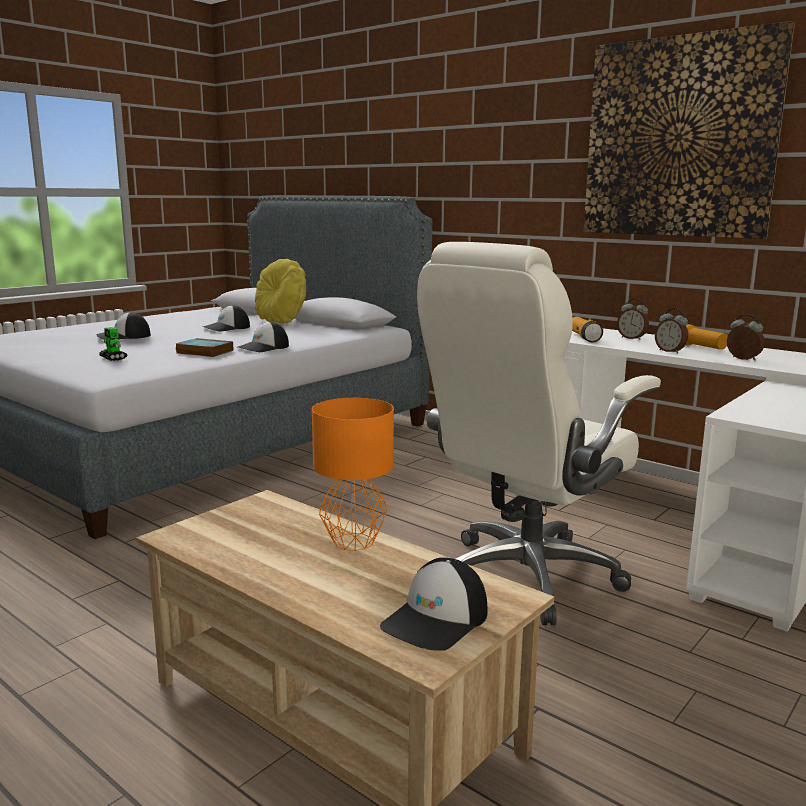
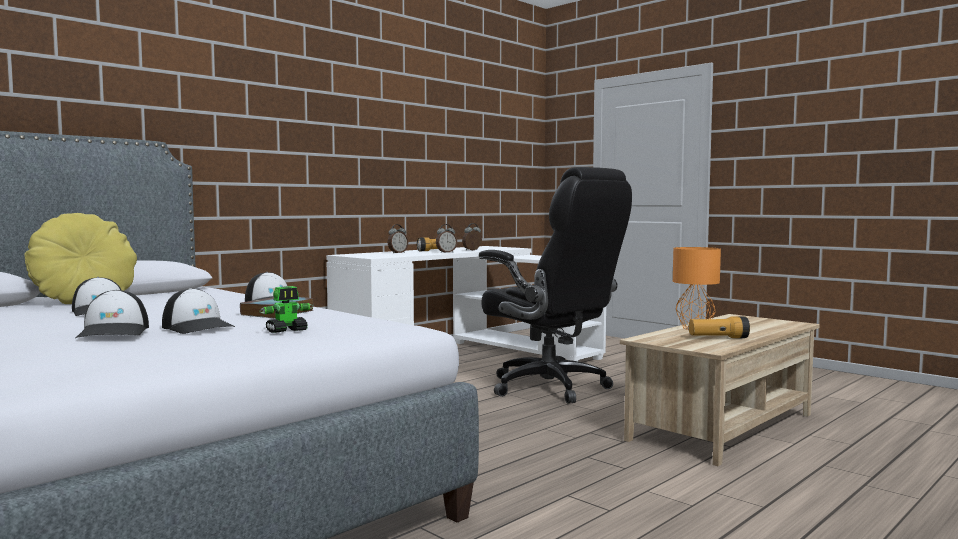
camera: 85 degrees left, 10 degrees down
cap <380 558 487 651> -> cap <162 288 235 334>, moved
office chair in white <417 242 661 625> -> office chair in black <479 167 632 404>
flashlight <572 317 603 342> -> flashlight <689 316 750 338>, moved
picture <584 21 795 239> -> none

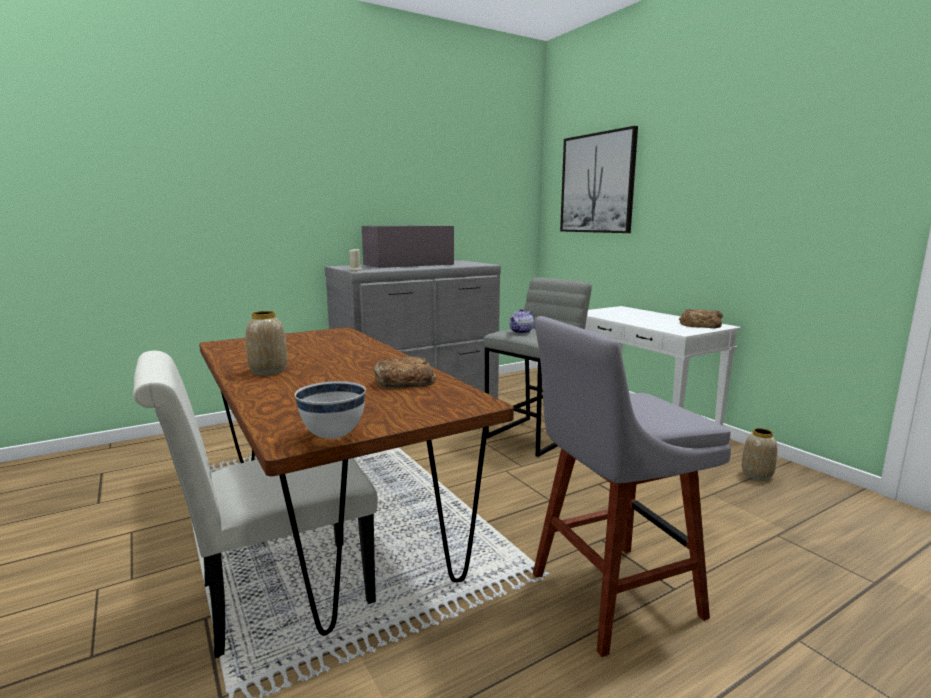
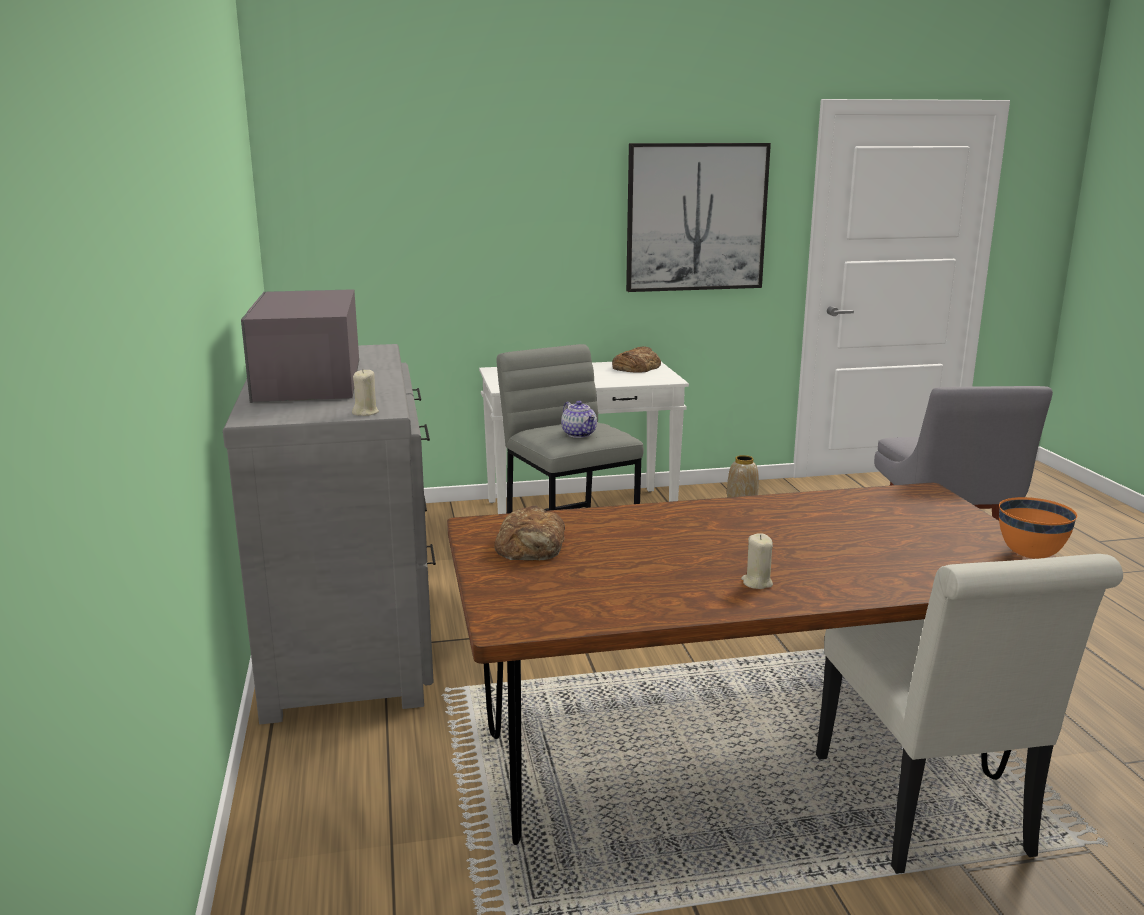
camera: 70 degrees left, 5 degrees up
bread <374 357 436 389> -> bread <494 505 565 560>, moved
picture <560 126 638 233> -> picture <626 143 771 292>, moved
vase <246 311 287 375> -> candle in beige <741 533 773 589>
bowl in white <295 381 366 439> -> bowl in orange <999 497 1077 559>

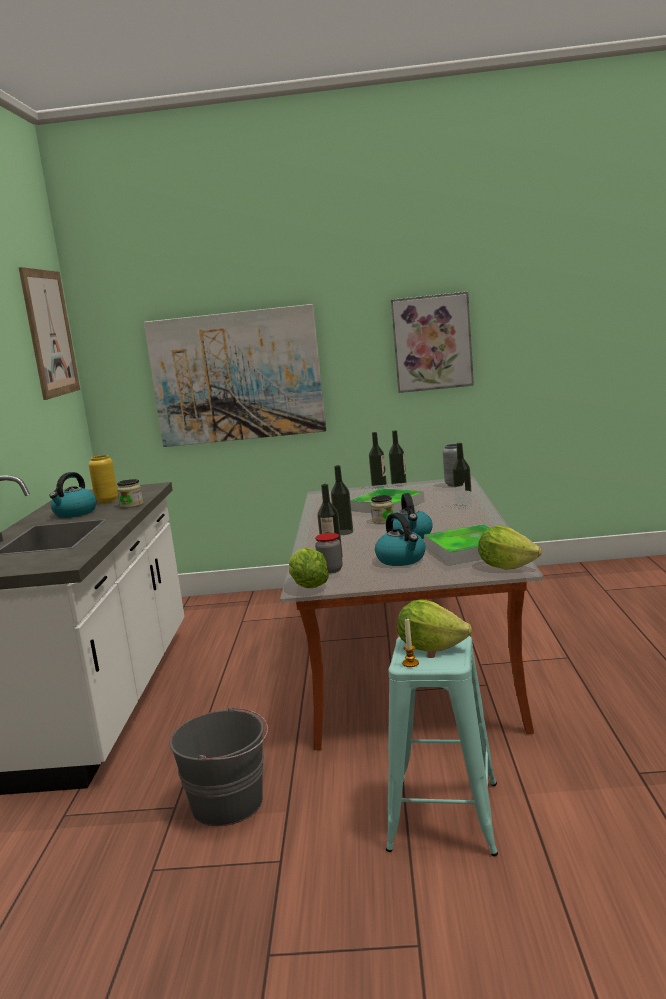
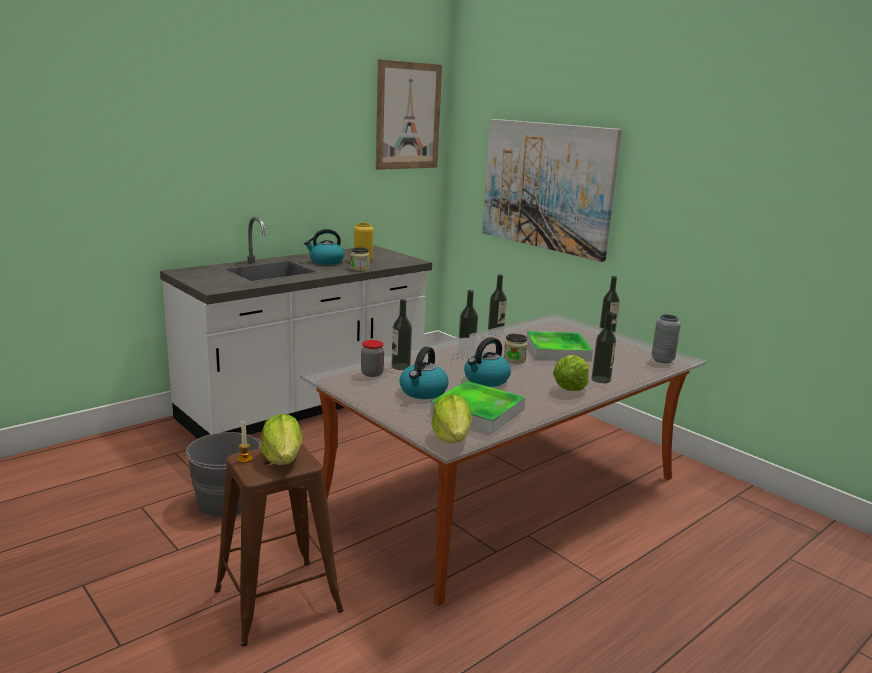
camera: 45 degrees right, 5 degrees up
stool in turquoise <386 636 498 856> -> stool in brown <215 444 343 646>
bottle <389 430 407 488> -> bottle <488 275 507 336>, moved
lettuce <289 548 329 588> -> lettuce <553 355 589 391>, moved
picture <391 291 474 393> -> none

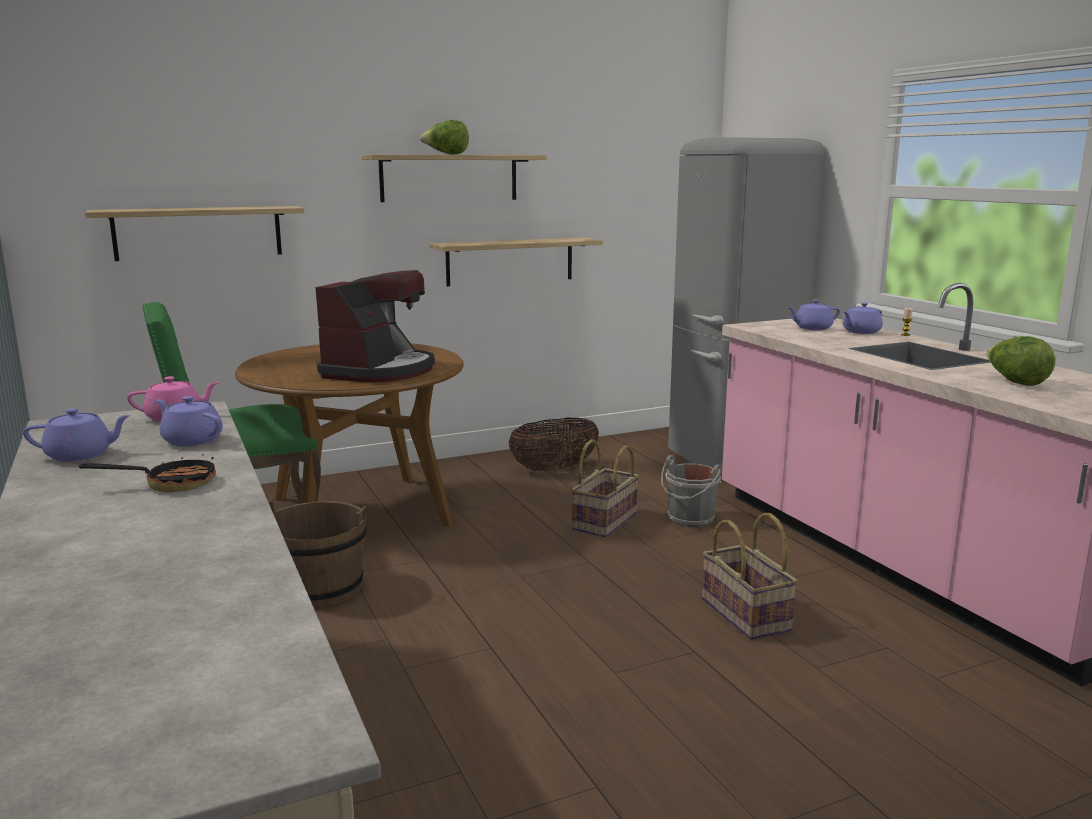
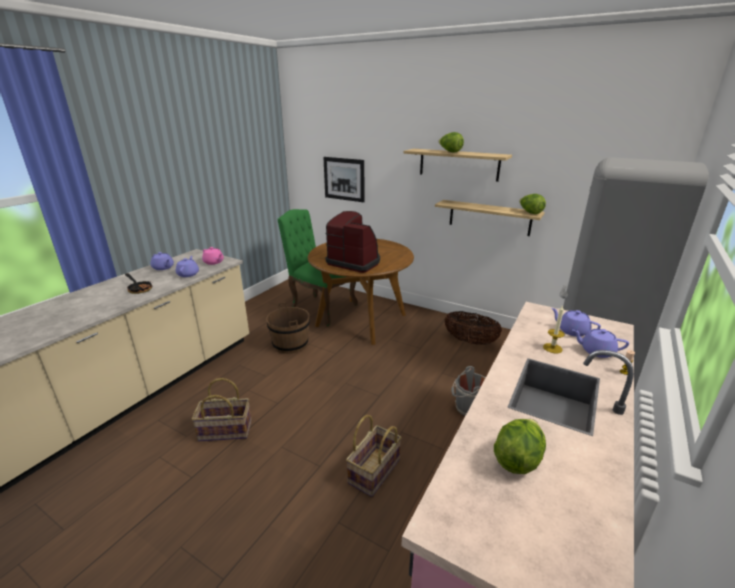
camera: 55 degrees right, 10 degrees up
basket <571 439 639 537> -> basket <191 378 252 441>, moved
shelf <85 206 304 261> -> picture <323 157 364 202>
coffee machine <315 270 435 382> -> coffee machine <326 211 380 273>, 135 degrees counterclockwise
none -> lettuce <519 194 546 214>
none -> candle <543 305 565 353>

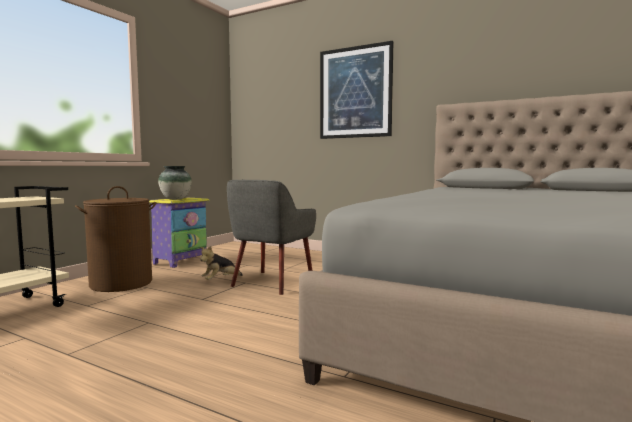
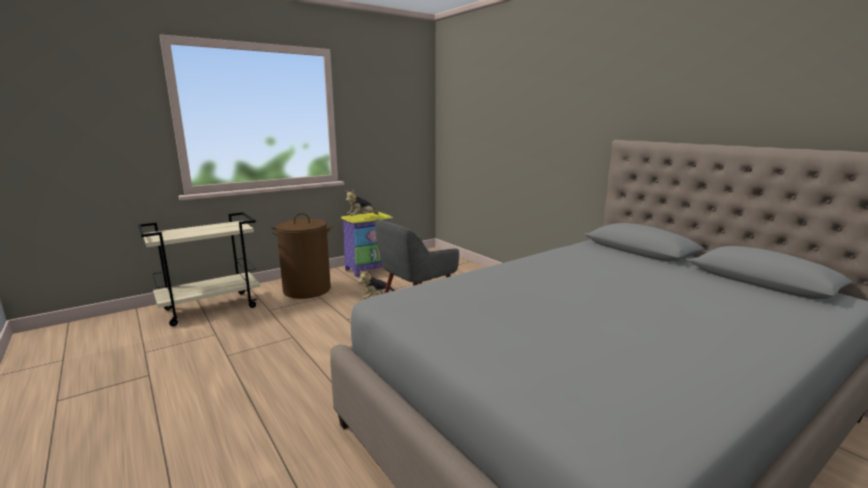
camera: 25 degrees right, 10 degrees up
vase <158 166 192 200> -> plush toy <345 190 378 216>
picture <320 41 393 139> -> none

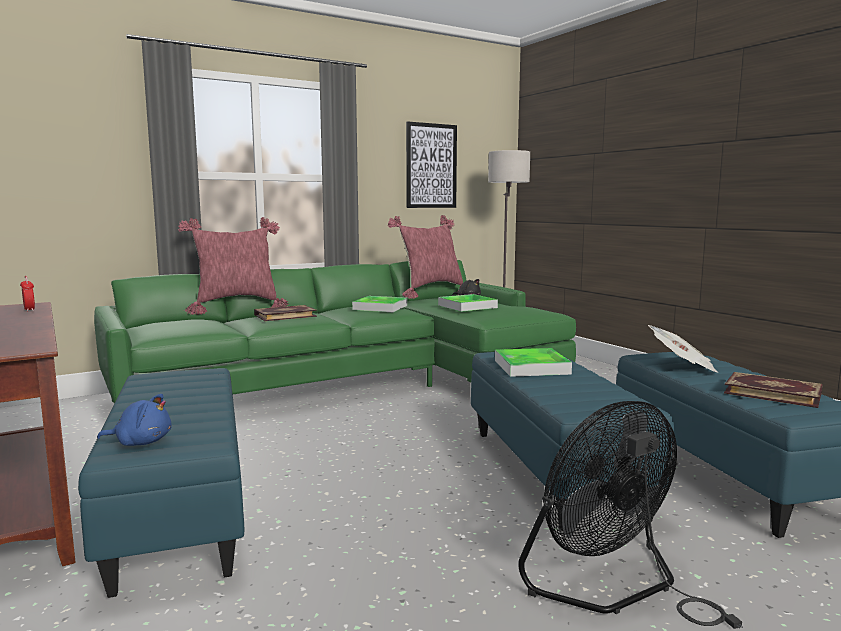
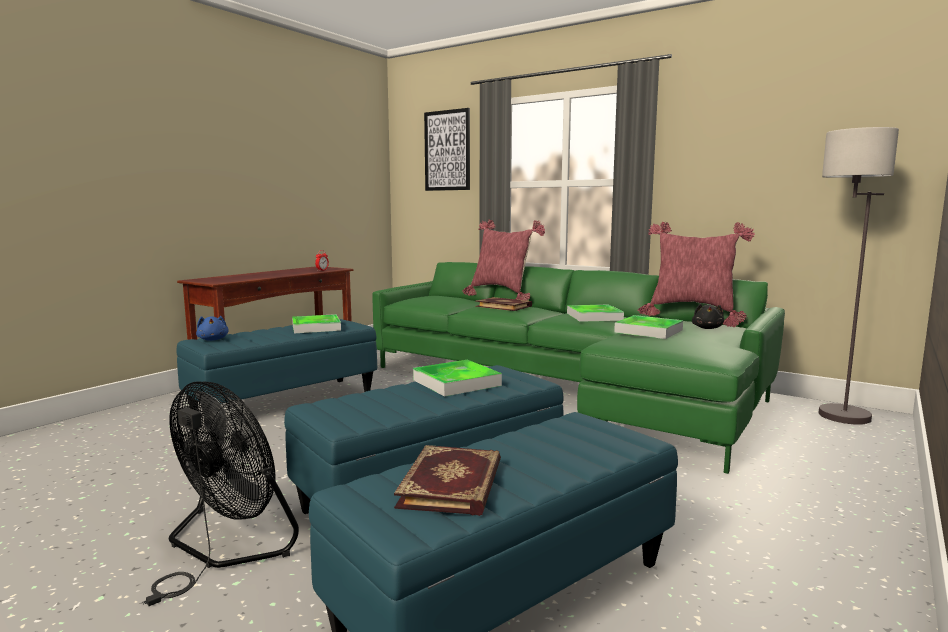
camera: 65 degrees right, 0 degrees up
none -> tray <292 314 341 333>
picture <406 121 457 208> -> picture <424 108 470 191>, moved
newspaper <648 325 718 373> -> none

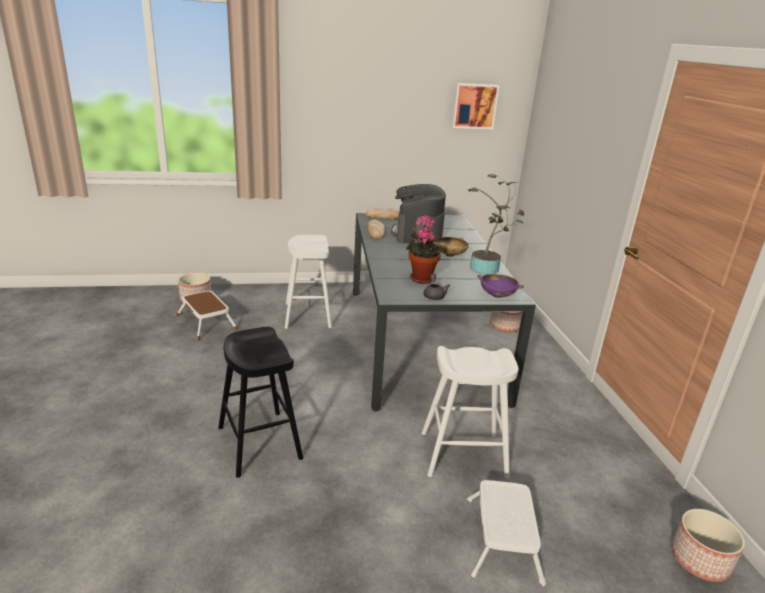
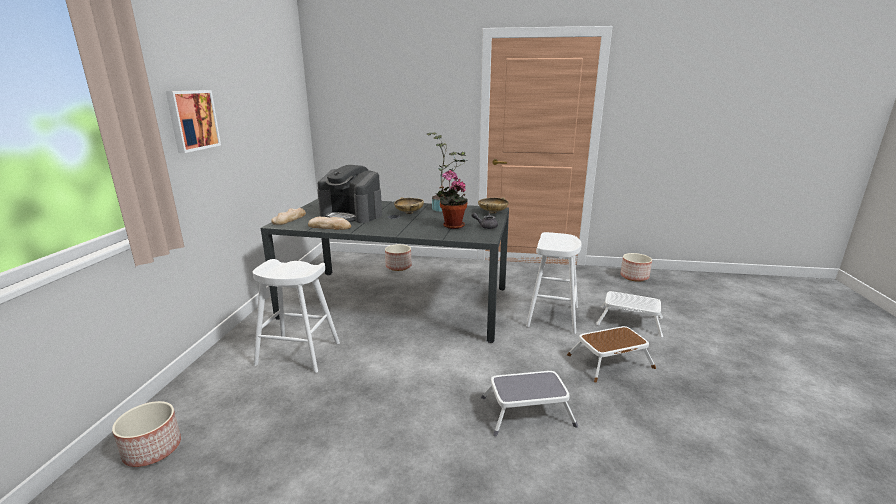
camera: 70 degrees left, 5 degrees down
picture <452 83 499 129> -> picture <166 90 221 153>, moved
bowl in purple <477 274 524 298> -> bowl in beige <478 197 508 214>
stool in black <218 327 303 478> -> step ladder in grey <481 371 578 437>
step ladder in brown <177 291 238 340> -> step ladder in brown <567 326 656 383>, moved

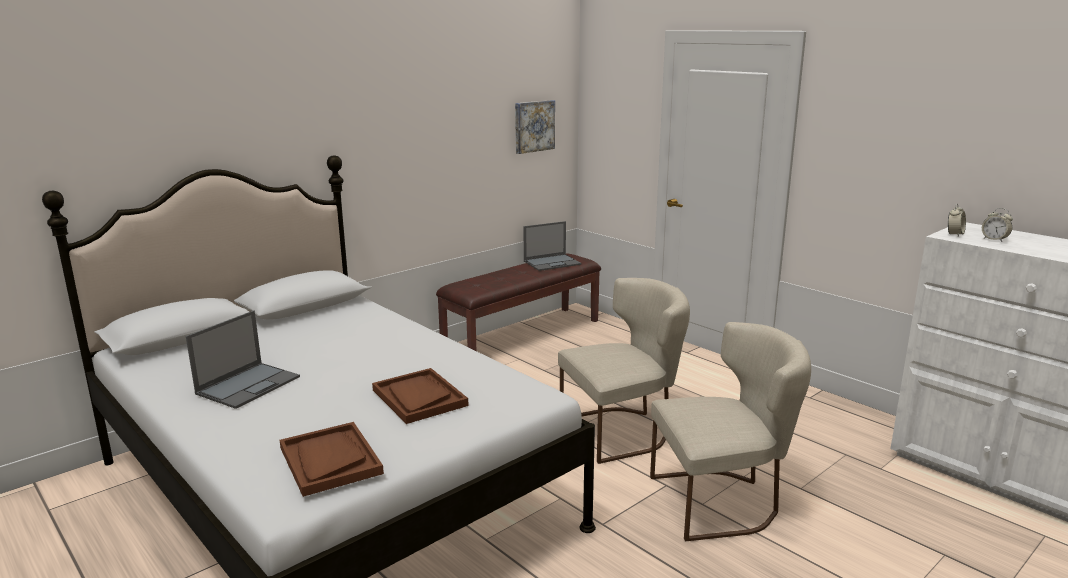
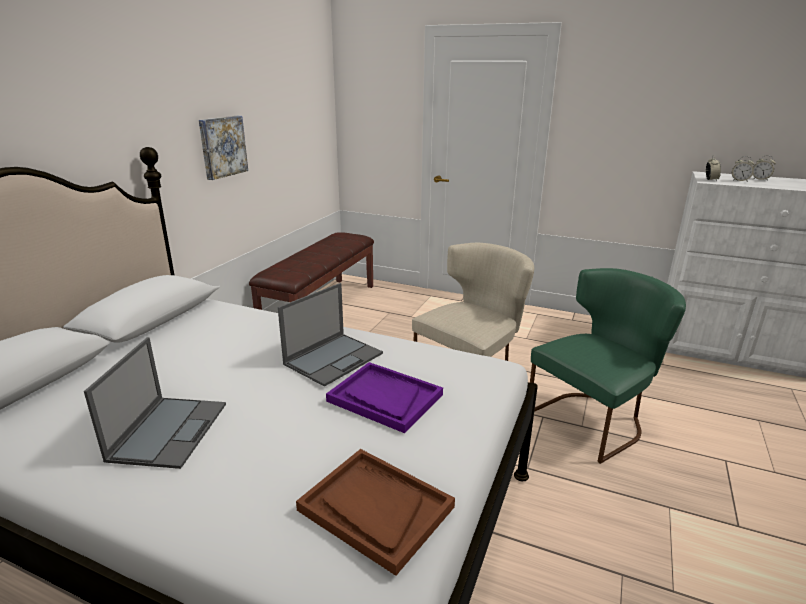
camera: 25 degrees left, 5 degrees up
picture <515 100 555 154> -> picture <199 116 248 180>, moved
laptop <523 221 581 271> -> laptop <278 283 383 387>, moved
tray in brown <372 368 469 424> -> tray in purple <326 362 443 433>
chair in beige <650 322 811 541> -> chair in green <530 268 686 464>
none -> alarm clock <753 155 776 181>

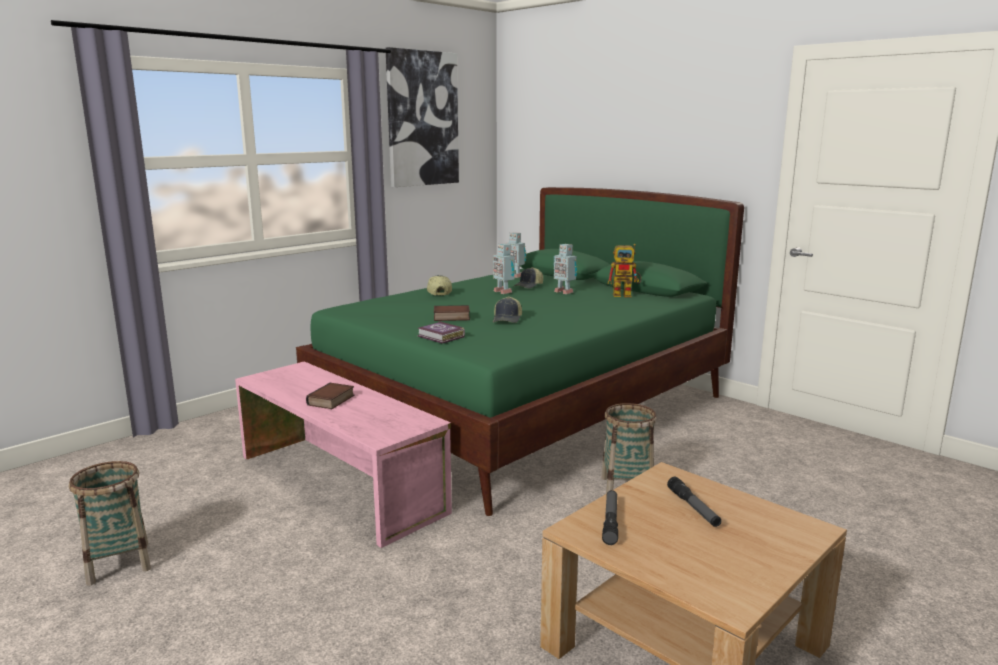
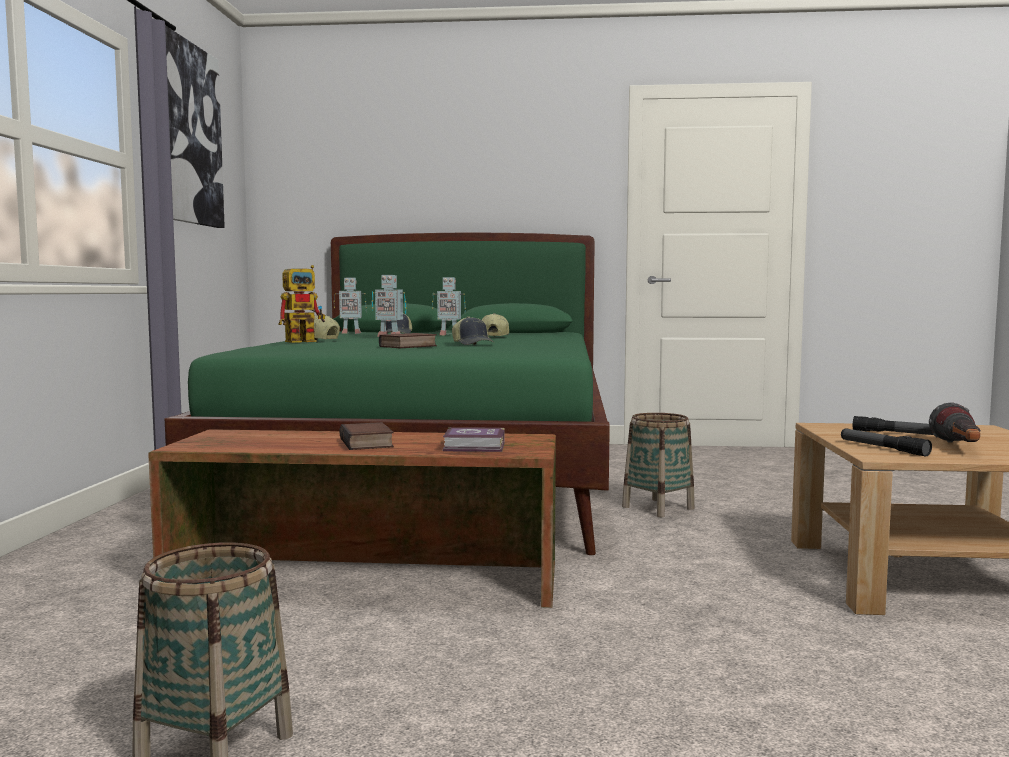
camera: 40 degrees left, 10 degrees down
bench in pink <235 362 452 548> -> bench in brown <148 429 556 608>
toy robot <607 244 641 297> -> toy robot <279 265 325 343>, moved
book <418 321 465 344> -> book <443 427 505 452>, moved
none -> cap <482 313 509 337>
none -> flashlight <929 402 981 443>

